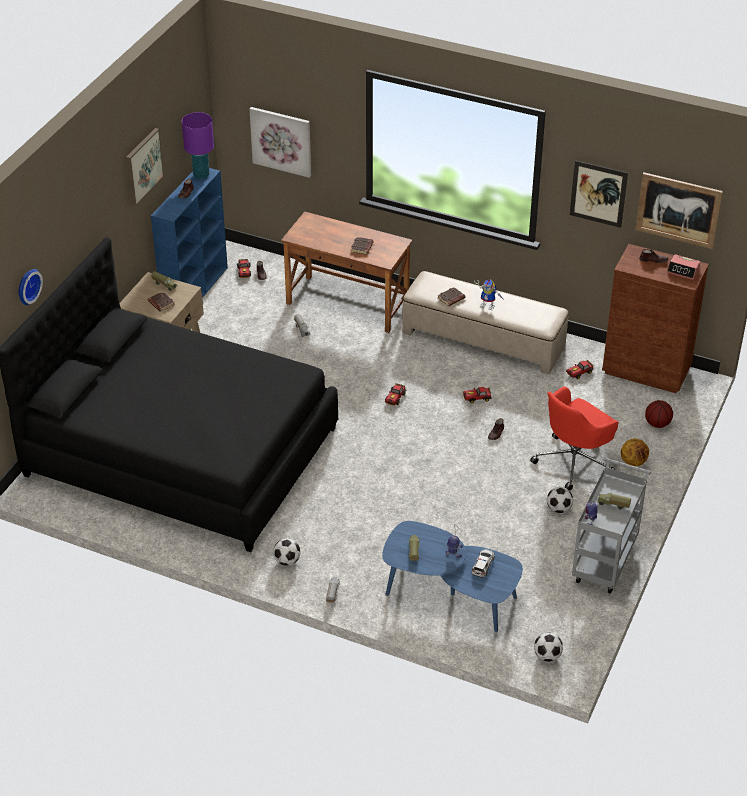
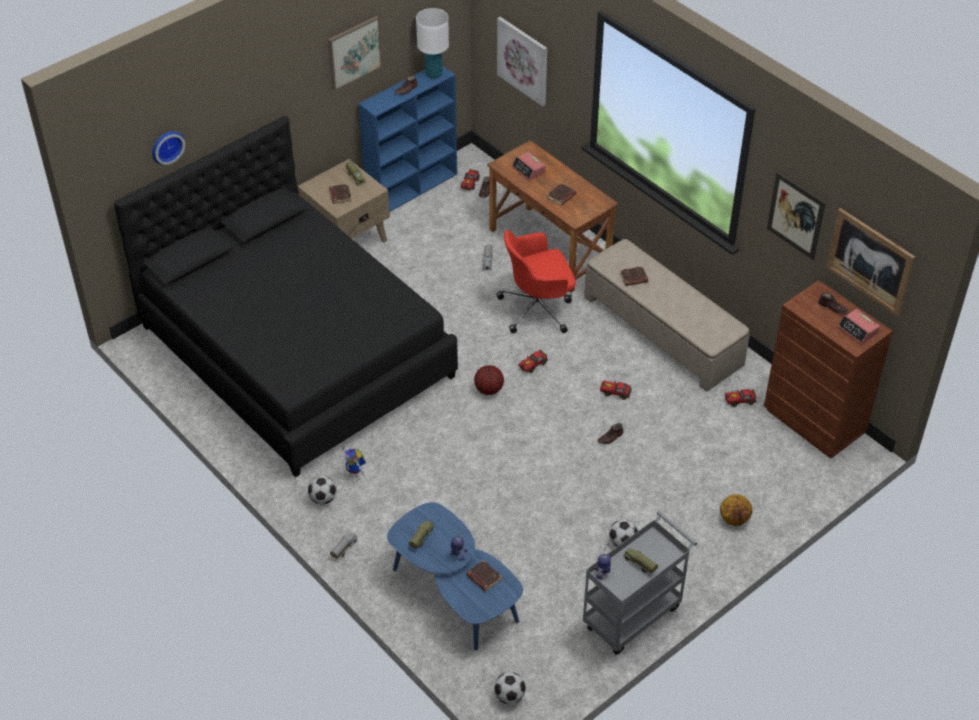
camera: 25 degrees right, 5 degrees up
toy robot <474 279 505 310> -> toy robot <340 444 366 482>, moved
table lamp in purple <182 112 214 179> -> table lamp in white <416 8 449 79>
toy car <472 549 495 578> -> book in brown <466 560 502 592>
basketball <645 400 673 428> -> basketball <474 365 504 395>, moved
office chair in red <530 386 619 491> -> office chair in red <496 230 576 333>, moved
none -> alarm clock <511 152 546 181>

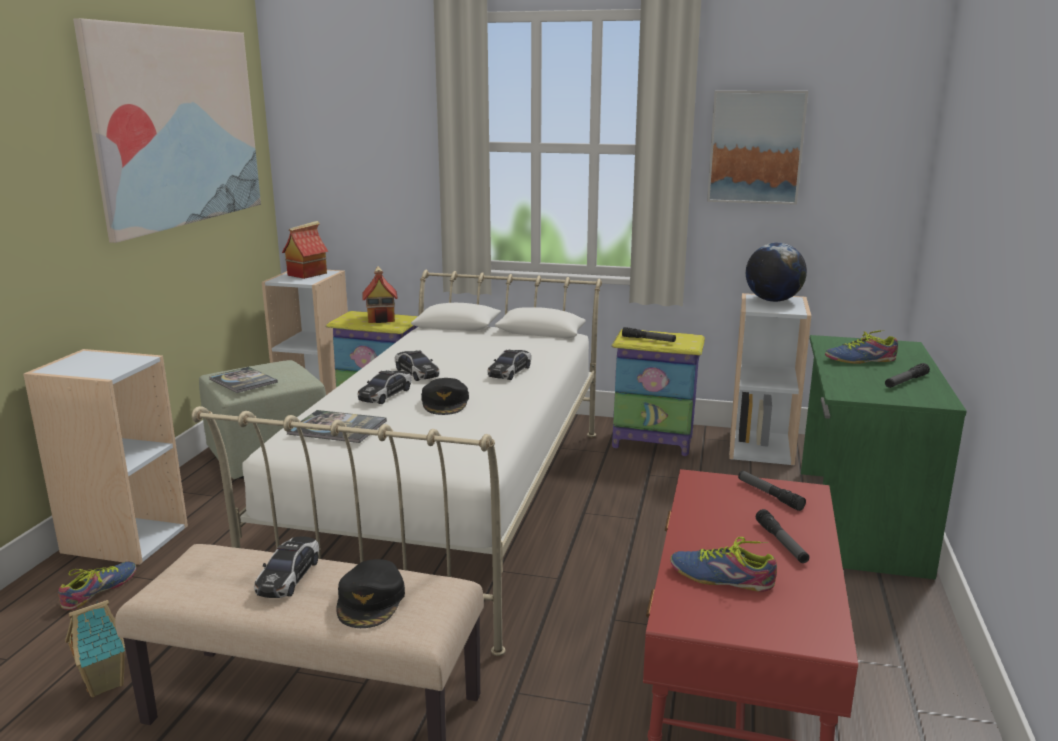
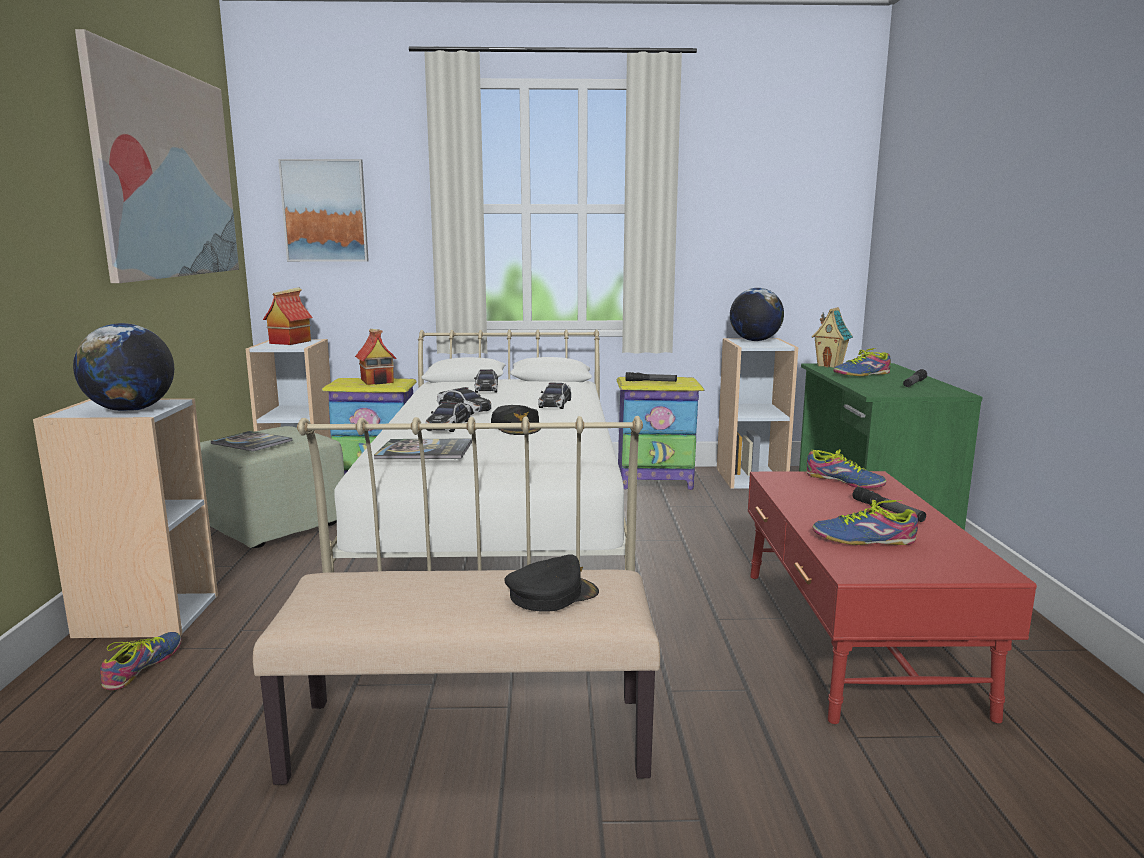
camera: 15 degrees left, 5 degrees down
none -> globe <73 323 174 411>
picture <707 91 808 205> -> picture <278 159 369 262>, moved
toy car <254 536 319 598> -> toy car <474 369 498 393>, moved
cap in black <336 559 405 628> -> cap in black <504 554 599 612>, 105 degrees counterclockwise
flashlight <738 471 806 511> -> shoe <807 449 887 488>
toy house <65 600 125 697> -> toy house <812 307 853 368>, moved

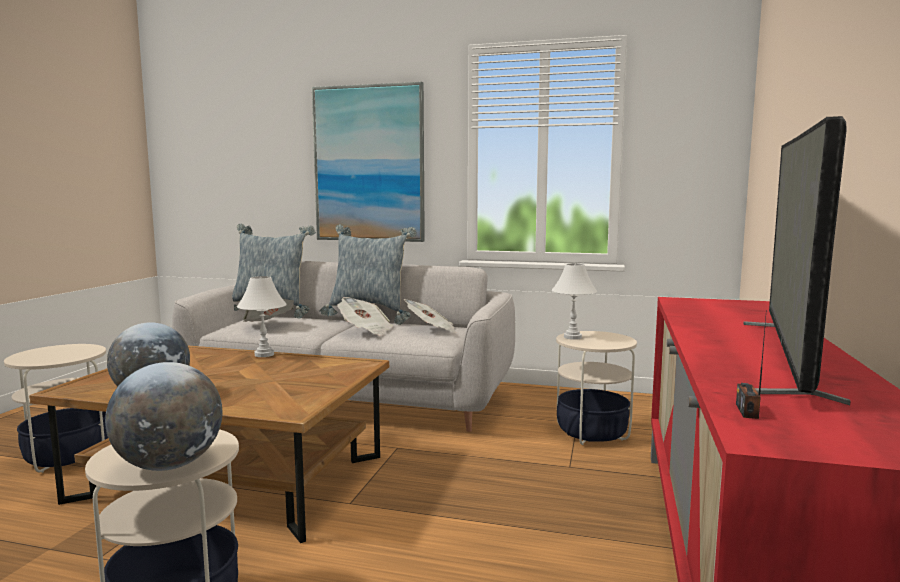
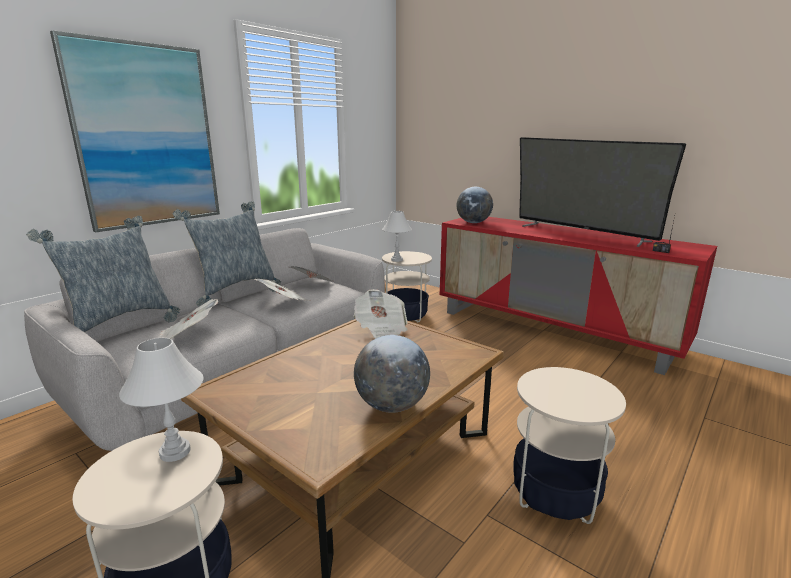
camera: 65 degrees left, 10 degrees up
table lamp in white <237 276 287 357> -> table lamp in white <119 338 203 462>, moved
none -> newspaper <354 289 407 339>
globe <105 362 222 471> -> globe <457 187 493 223>, moved

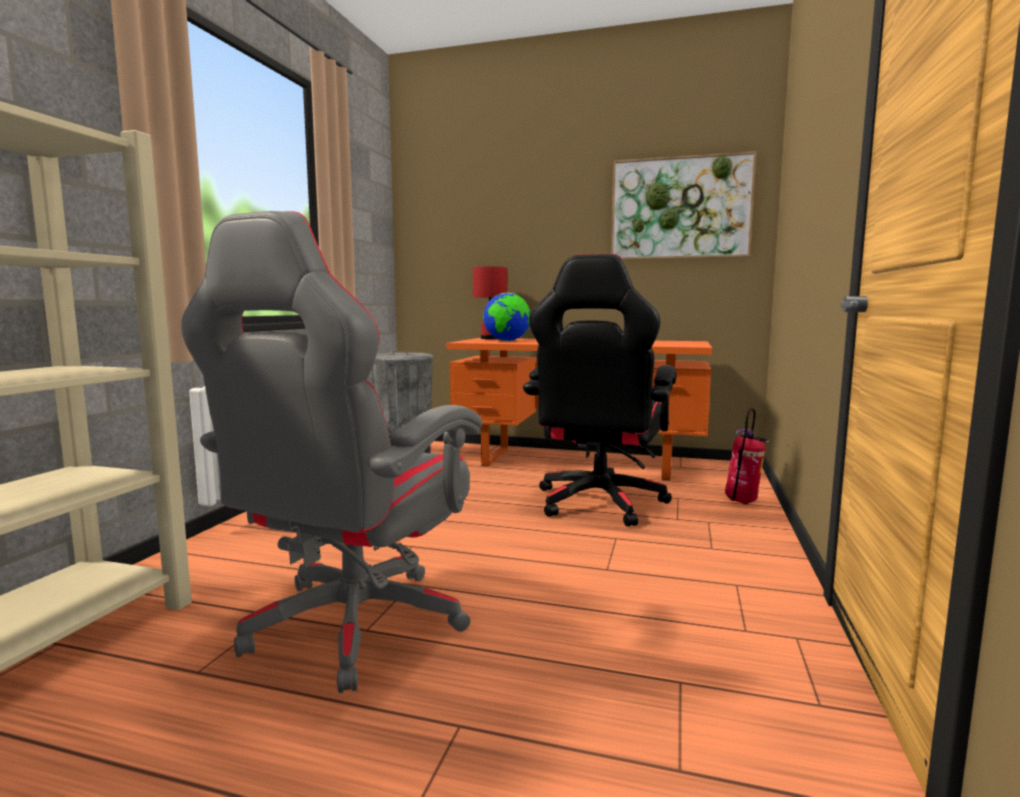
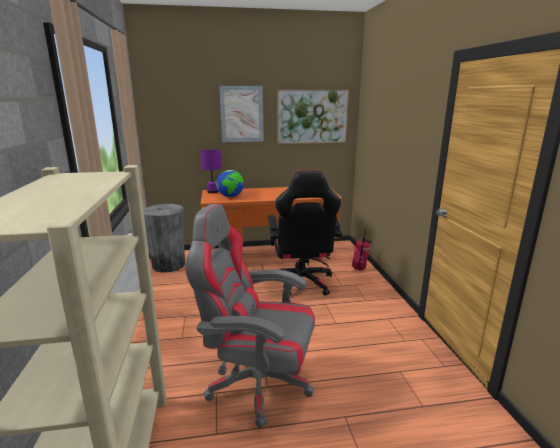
camera: 25 degrees left, 10 degrees up
office chair in grey <181 211 482 693> -> office chair in grey <185 203 315 429>, 105 degrees clockwise
table lamp in red <473 266 507 339> -> table lamp in purple <200 150 222 193>
none -> picture <219 86 263 142>

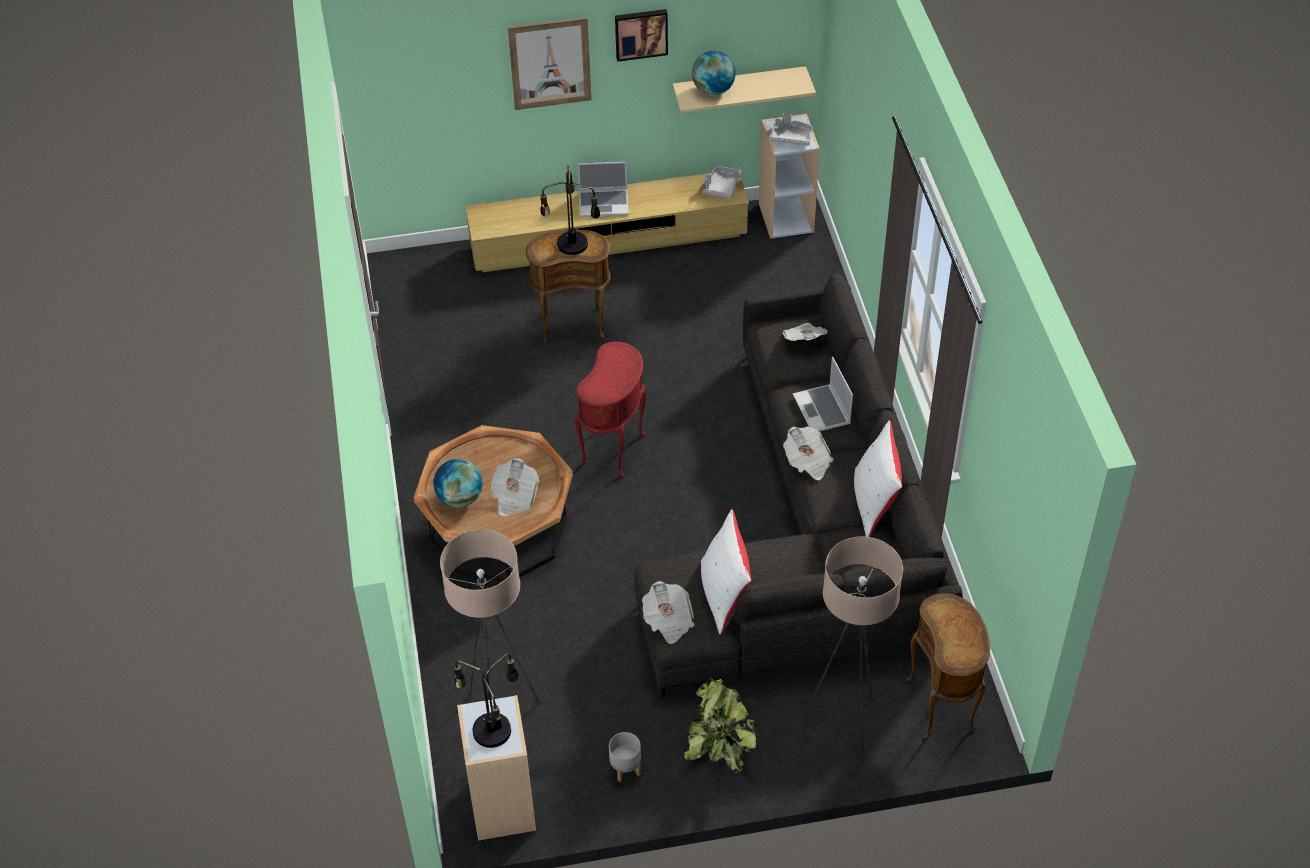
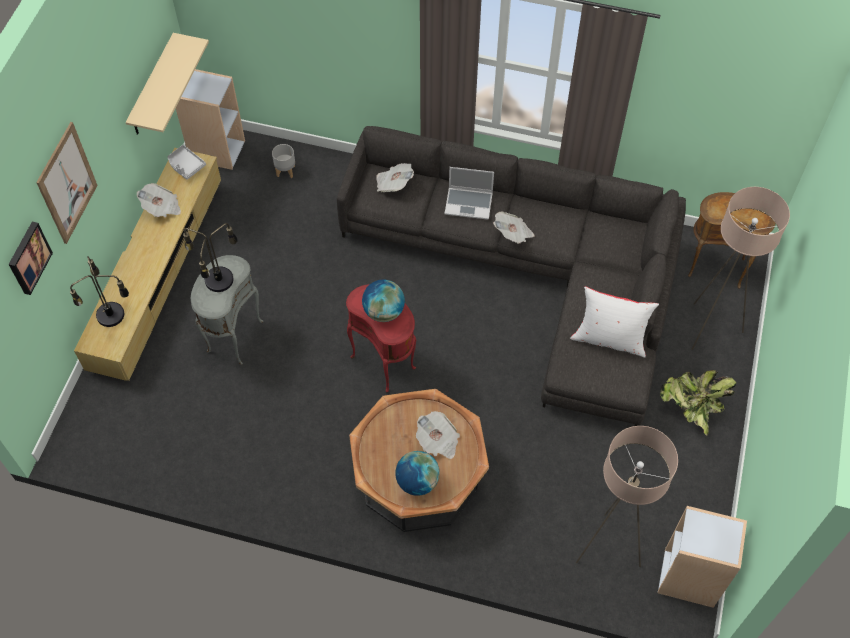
camera: 65 degrees left, 10 degrees up
picture <615 9 668 62> -> picture <9 222 53 295>, moved
table lamp <454 653 518 748> -> table lamp <70 256 129 327>, moved
newspaper <642 581 695 644> -> newspaper <137 183 181 217>, moved
side table in brown <526 230 611 344> -> side table in grey <191 255 263 365>
planter in grey <609 732 641 782> -> planter in grey <272 144 295 178>, moved
globe <692 51 736 95> -> globe <362 280 405 322>, moved
laptop <577 162 629 217> -> none
tray in grey <770 113 813 146> -> none
pillow in white <854 420 902 537> -> none

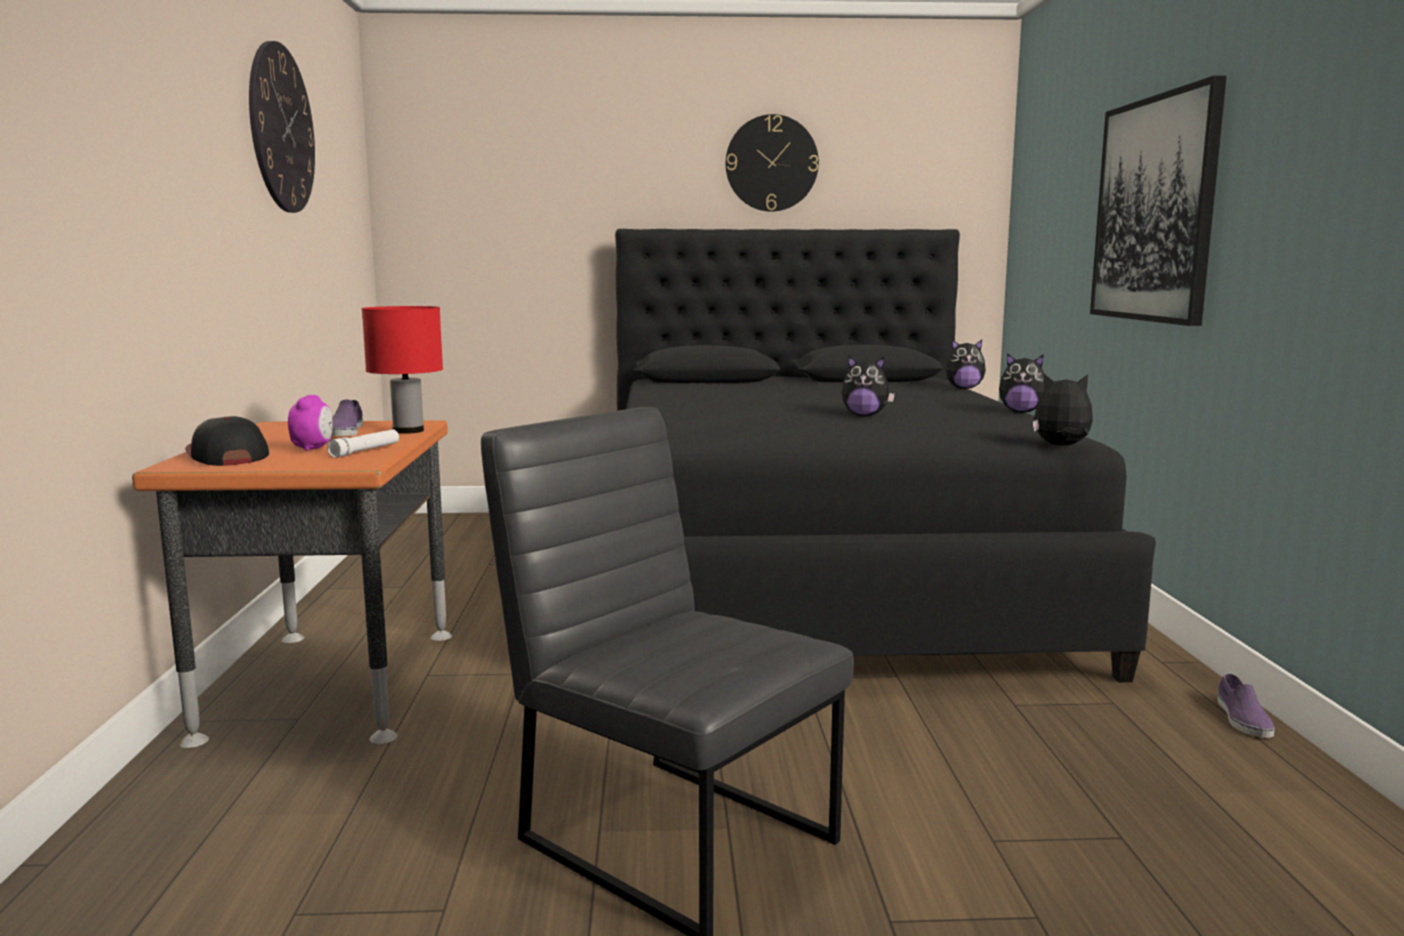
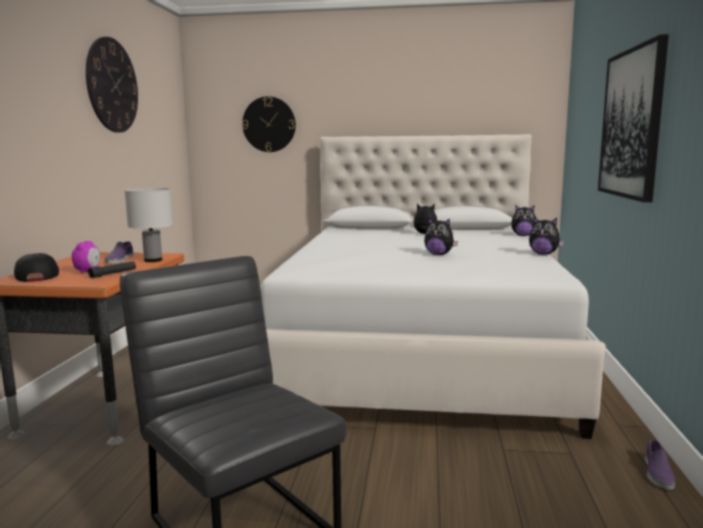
camera: 10 degrees right, 0 degrees up
flashlight in white <327 429 399 458> -> flashlight in black <88 261 136 278>
table lamp in red <361 306 443 434> -> table lamp in white <124 188 173 262>
wall clock <725 114 819 212> -> wall clock <242 96 296 152>, moved
bed in black <615 229 1156 682> -> bed in white <260 134 606 439>
plush toy <1033 374 1093 446> -> plush toy <410 204 437 234>, moved

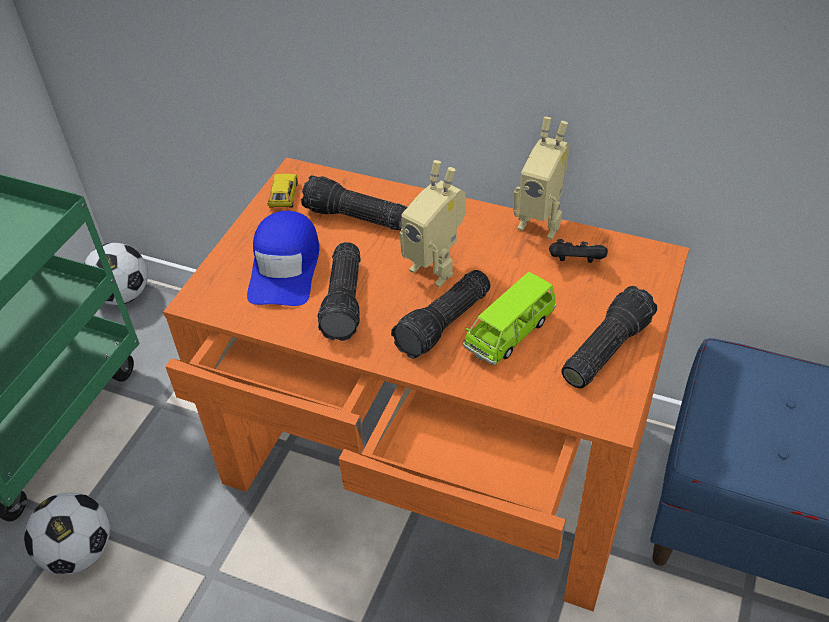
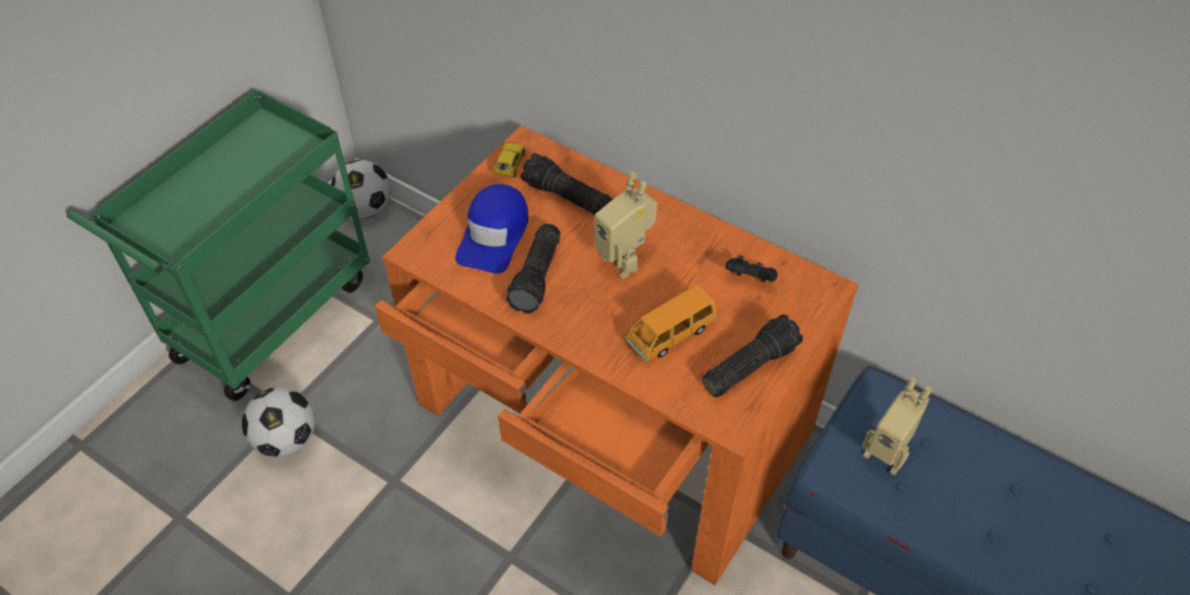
camera: 10 degrees right, 5 degrees up
toy car in green <463 272 556 365> -> toy car in orange <625 284 717 361>
toy robot <513 117 570 240> -> toy robot <863 377 932 476>, moved
flashlight <391 270 491 359> -> none

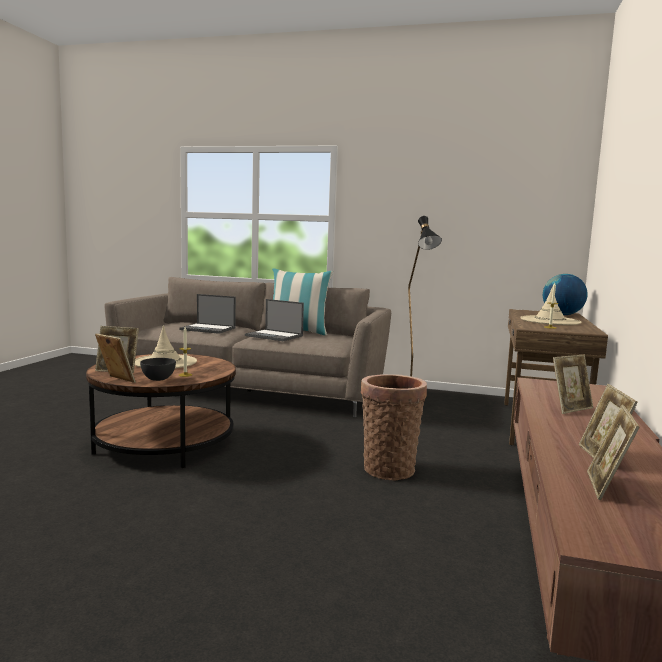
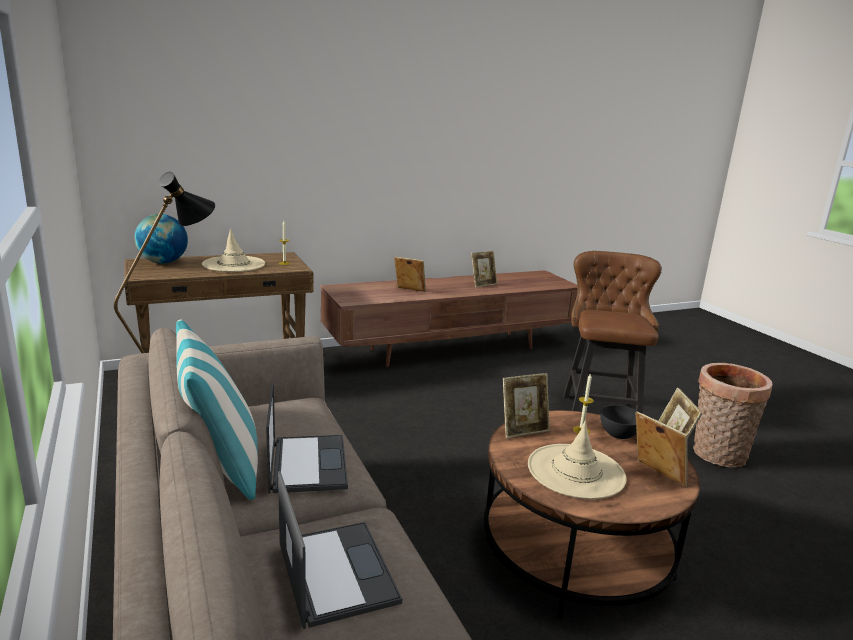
camera: 130 degrees left, 10 degrees up
picture frame <587 405 640 500> -> picture frame <503 373 550 438>, moved
none -> stool in brown <563 251 662 414>
basket <361 374 427 480> -> basket <693 363 773 467>, moved

